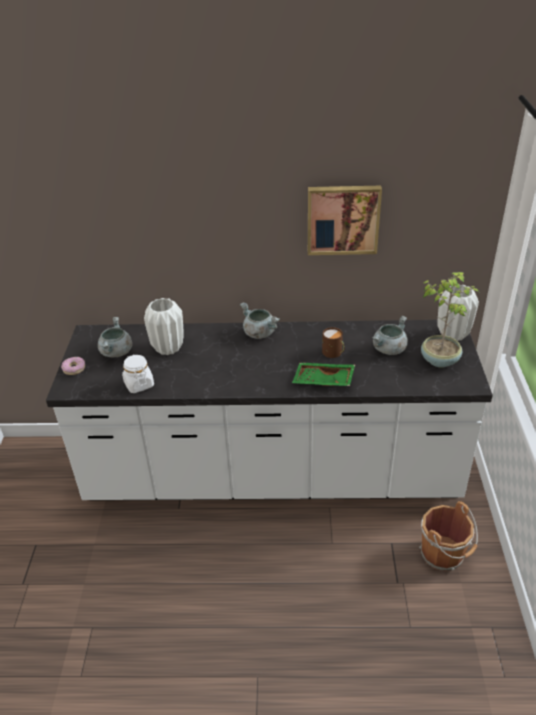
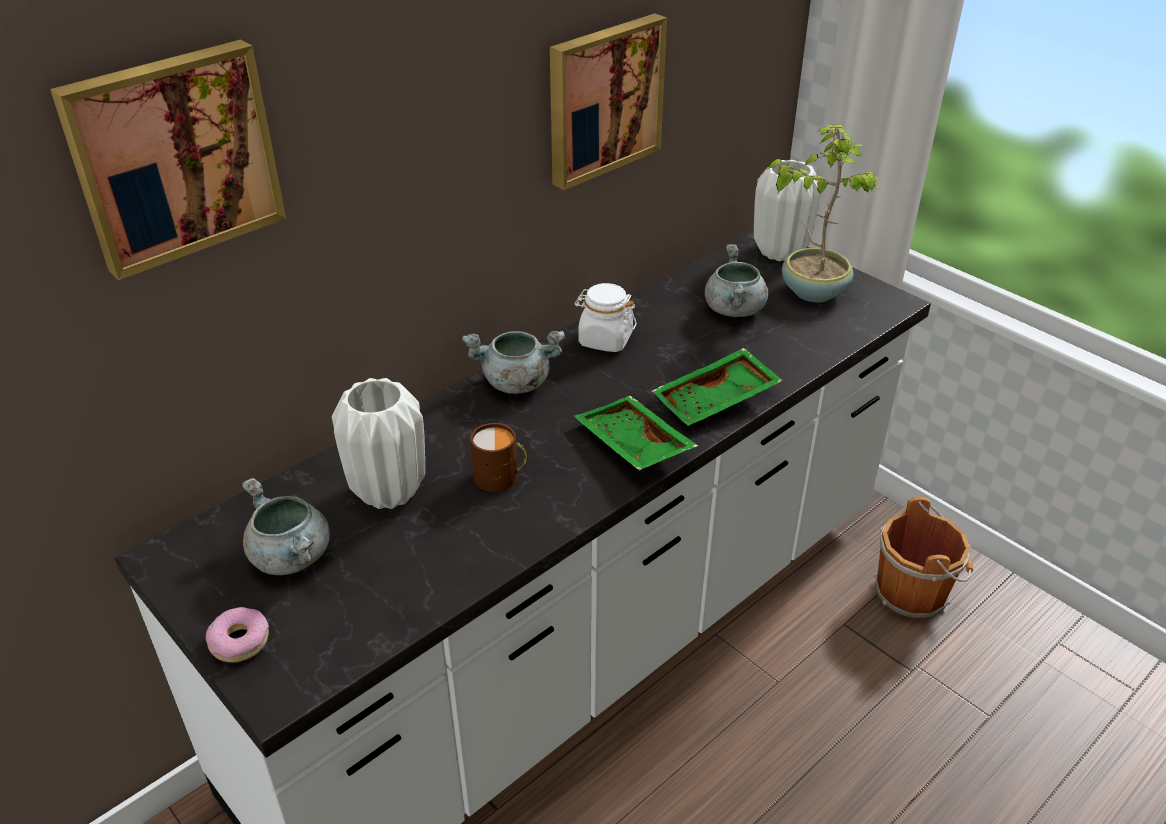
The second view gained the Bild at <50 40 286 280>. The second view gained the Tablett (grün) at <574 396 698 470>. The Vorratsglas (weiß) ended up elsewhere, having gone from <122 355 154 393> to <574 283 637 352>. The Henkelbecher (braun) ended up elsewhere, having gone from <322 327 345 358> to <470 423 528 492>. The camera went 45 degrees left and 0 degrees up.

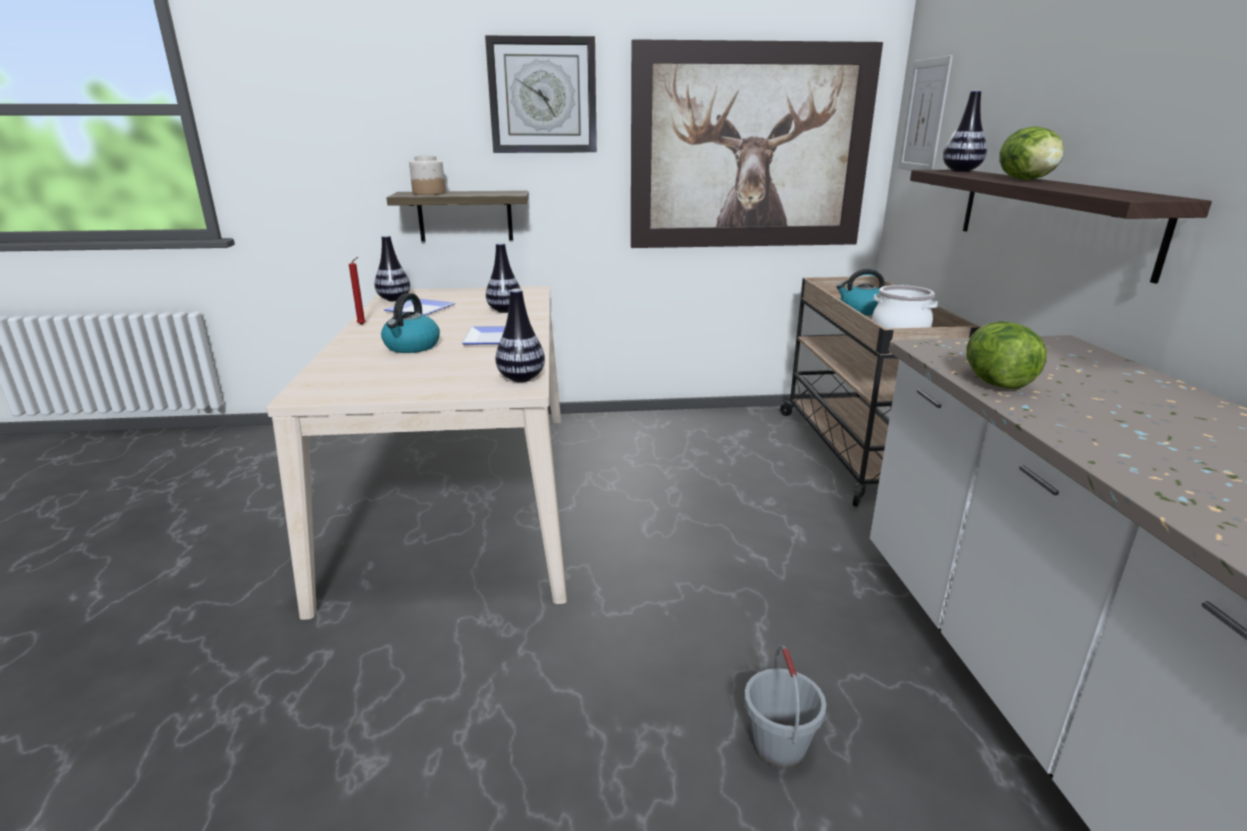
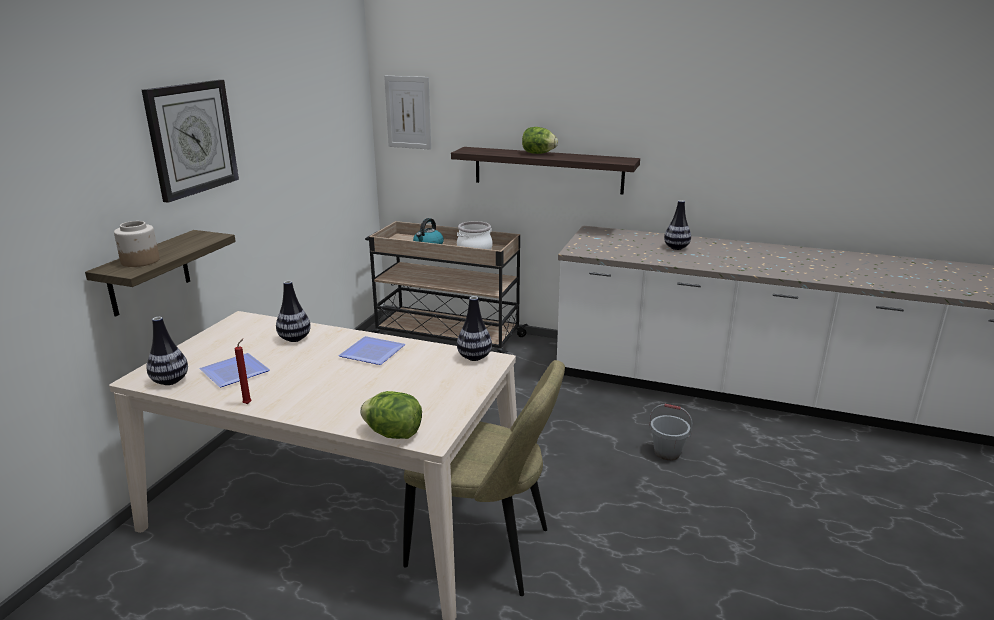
The second view lost the Wasserkessel at <381 293 440 353>. The second view lost the Bild at <631 39 883 248>. The second view gained the Stuhl (beige) at <403 360 565 596>. The Vase ended up elsewhere, having gone from <943 91 987 172> to <664 200 691 250>. The Salatkopf ended up elsewhere, having gone from <966 321 1047 389> to <360 391 422 439>. The camera went 65 degrees left and 0 degrees up.

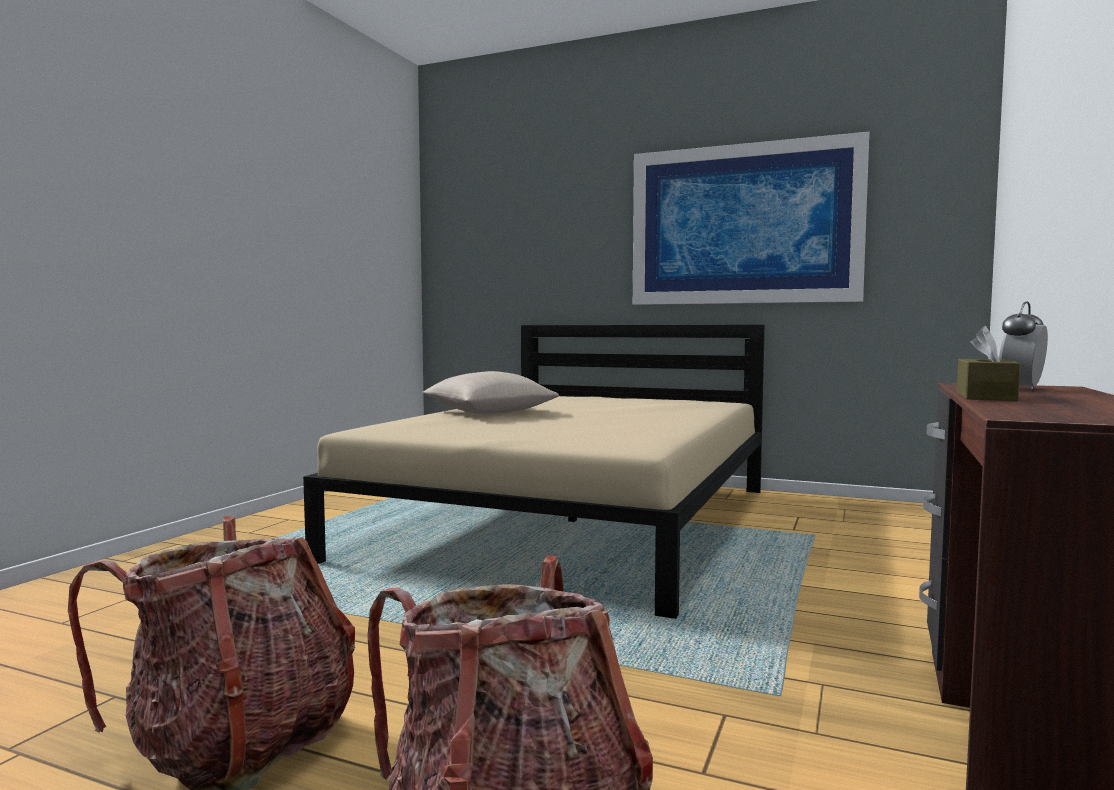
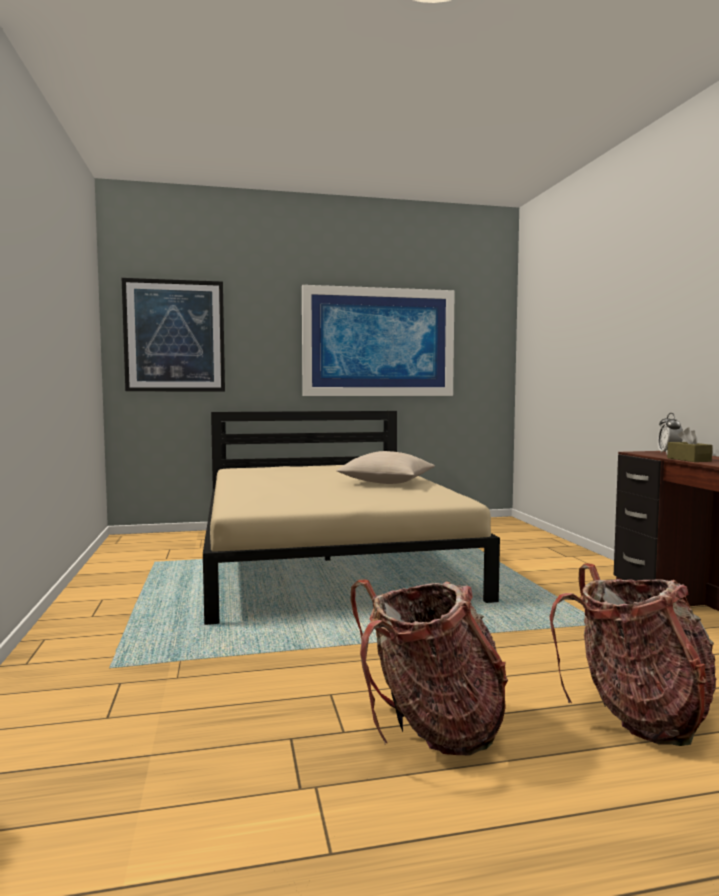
The second view gained the Bild at <122 278 225 391>. The Kissen (beige) ended up elsewhere, having gone from <423 371 559 414> to <336 451 435 484>. The camera went 35 degrees left and 0 degrees up.

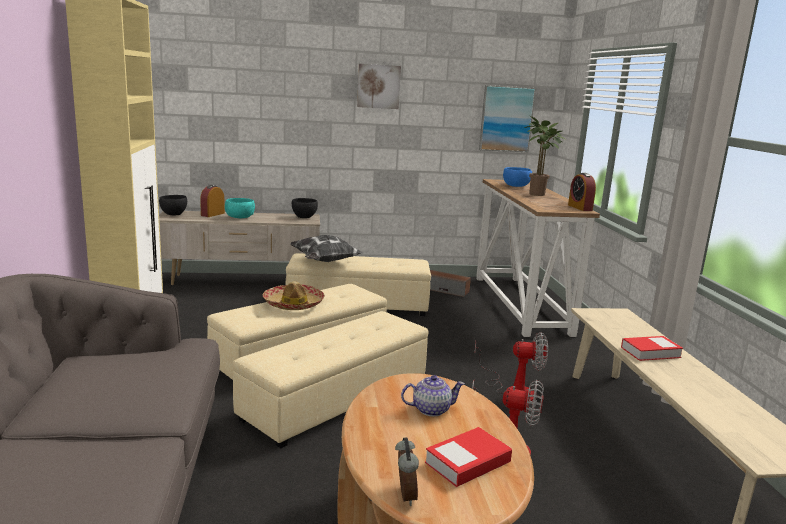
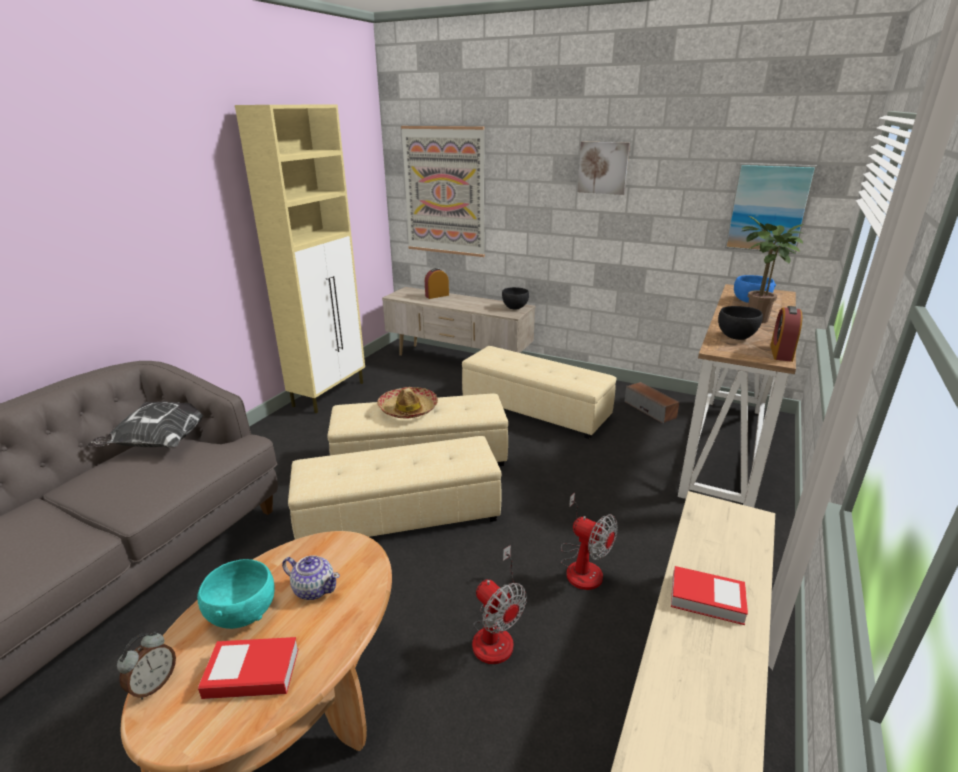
The second view gained the Bild at <401 126 485 257>. The Schüssel (schwarz) ended up elsewhere, having gone from <159 195 187 215> to <718 306 763 340>. The Schüssel (türkis) ended up elsewhere, having gone from <225 198 255 218> to <197 559 275 629>. The Kissen ended up elsewhere, having gone from <290 235 362 262> to <87 401 204 448>. The camera went 35 degrees right and 10 degrees up.

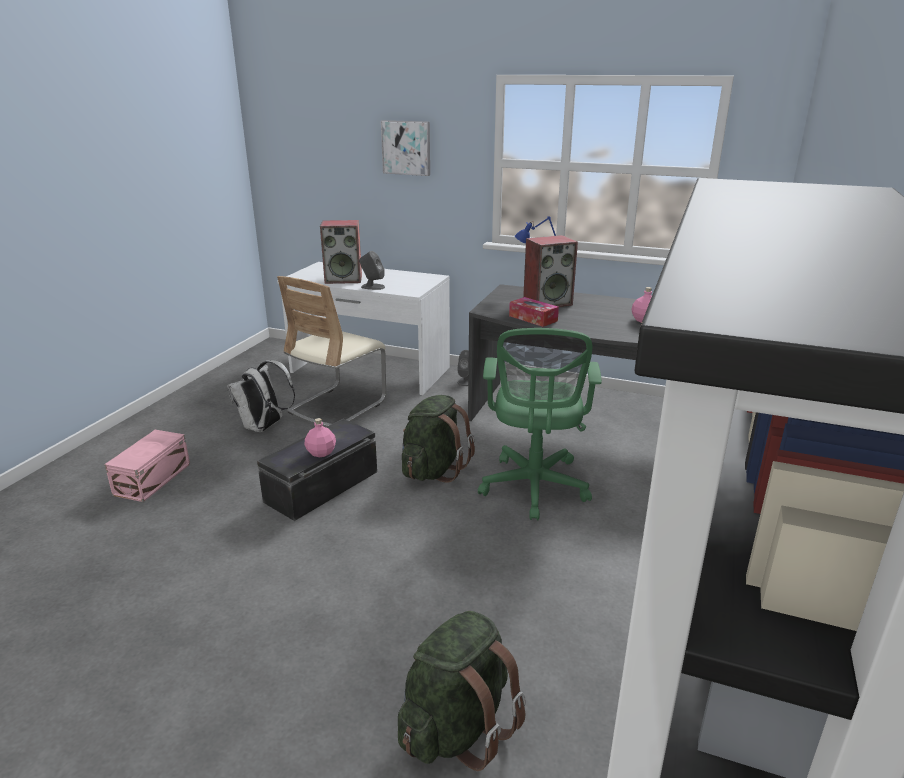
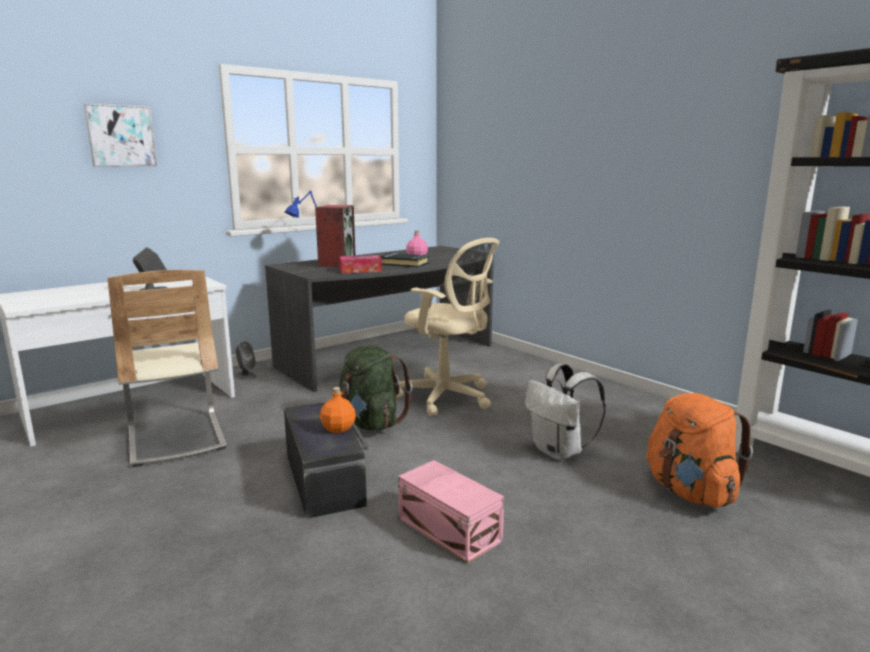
The second view lost the Lautsprecher at <320 220 362 284>. The second view gained the Buch (schwarz) at <380 253 429 268>. The Aufbewahrungsbox (rosa) ended up elsewhere, having gone from <104 430 190 502> to <398 460 504 564>. The Rucksack (weiß) ended up elsewhere, having gone from <227 360 295 432> to <525 363 606 460>. What was the Flasche (rosa) at <305 418 336 457> turned into the Flasche (orange) at <320 387 356 433>. What was the Rucksack (grün) at <398 611 526 771> turned into the Rucksack (orange) at <647 393 753 508>. What was the Bürostuhl (grün) at <478 328 602 520> turned into the Bürostuhl (beige) at <396 238 499 416>. The camera went 60 degrees left and 10 degrees down.

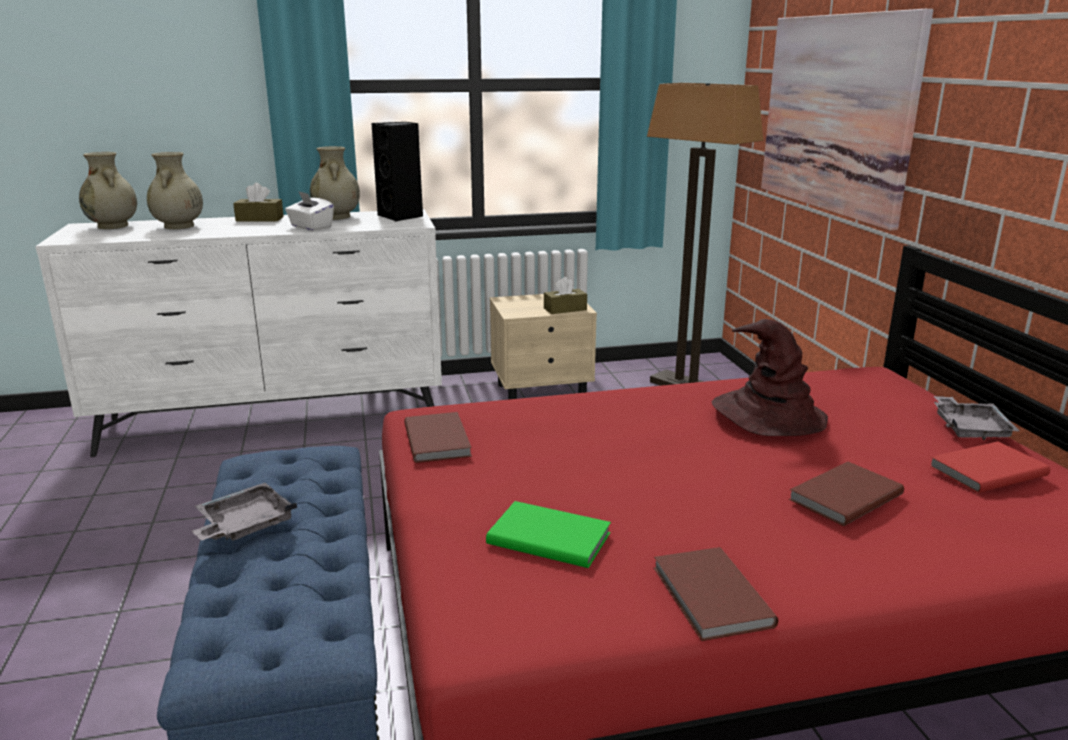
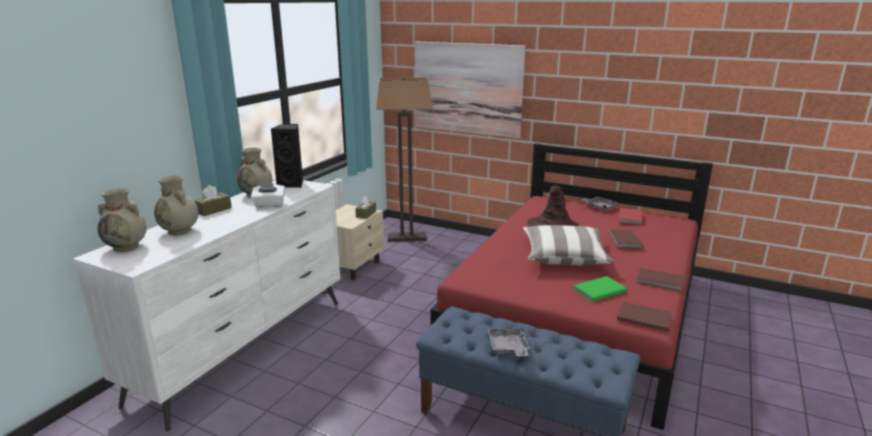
The second view gained the Kissen at <523 225 615 266>. The Buch (braun) ended up elsewhere, having gone from <404 412 472 463> to <617 302 672 332>. The camera went 50 degrees left and 0 degrees up.

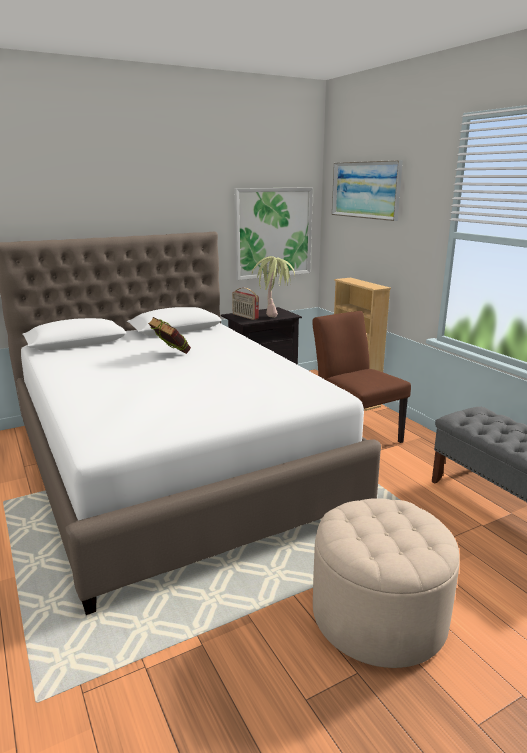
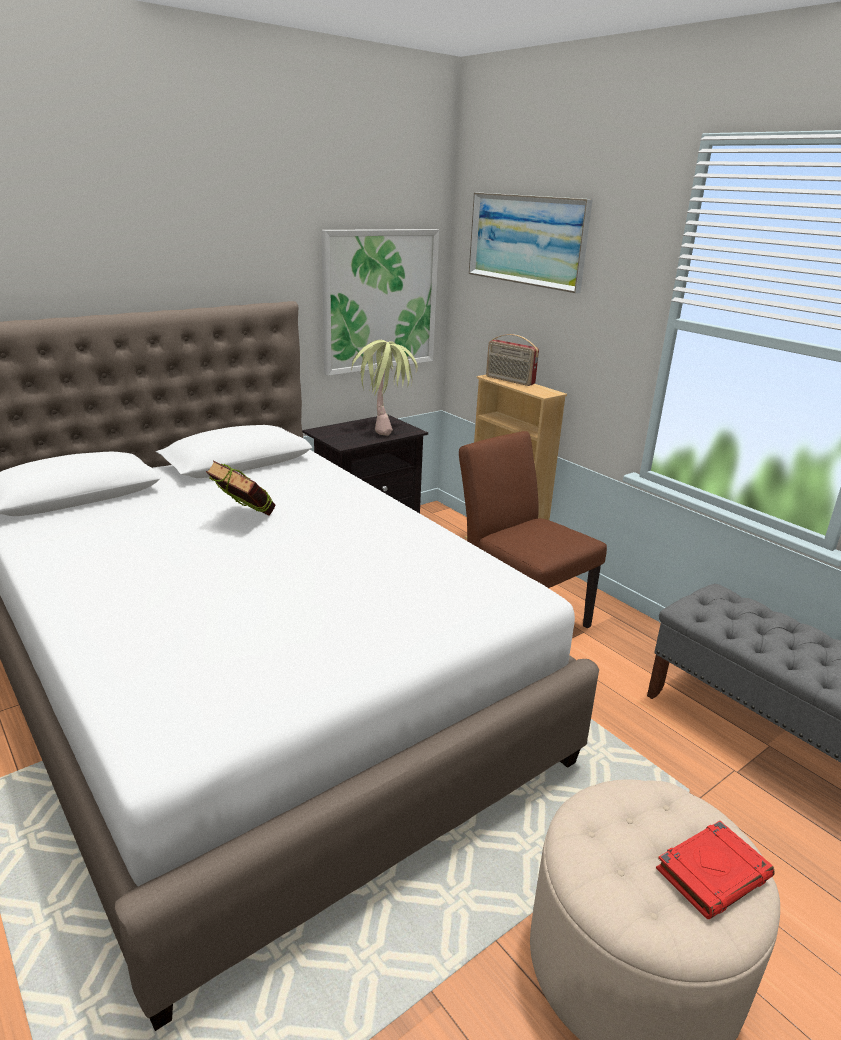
The second view gained the Buch (rot) at <656 821 775 919>. The Radio ended up elsewhere, having gone from <232 288 259 320> to <486 334 539 386>. The camera went 10 degrees left and 5 degrees up.

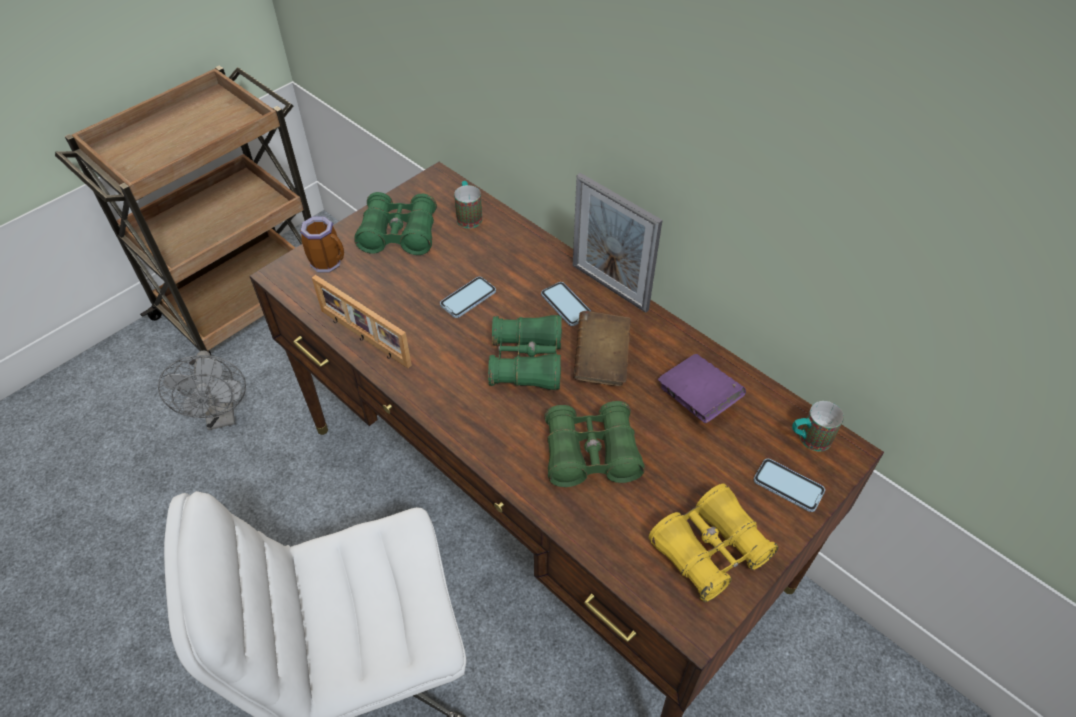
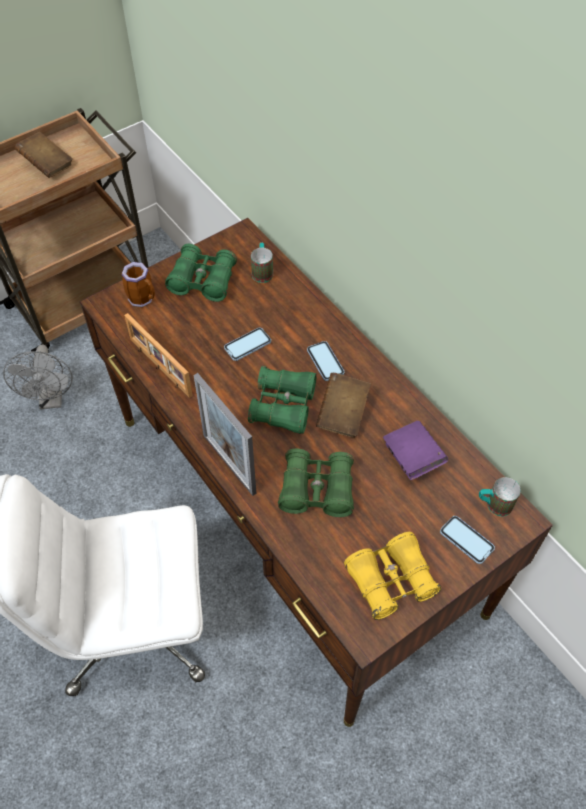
The second view gained the Buch (braun) at <15 132 73 178>. The Bilderrahmen ended up elsewhere, having gone from <573 173 662 313> to <194 373 257 496>. The camera went 10 degrees right and 5 degrees up.

